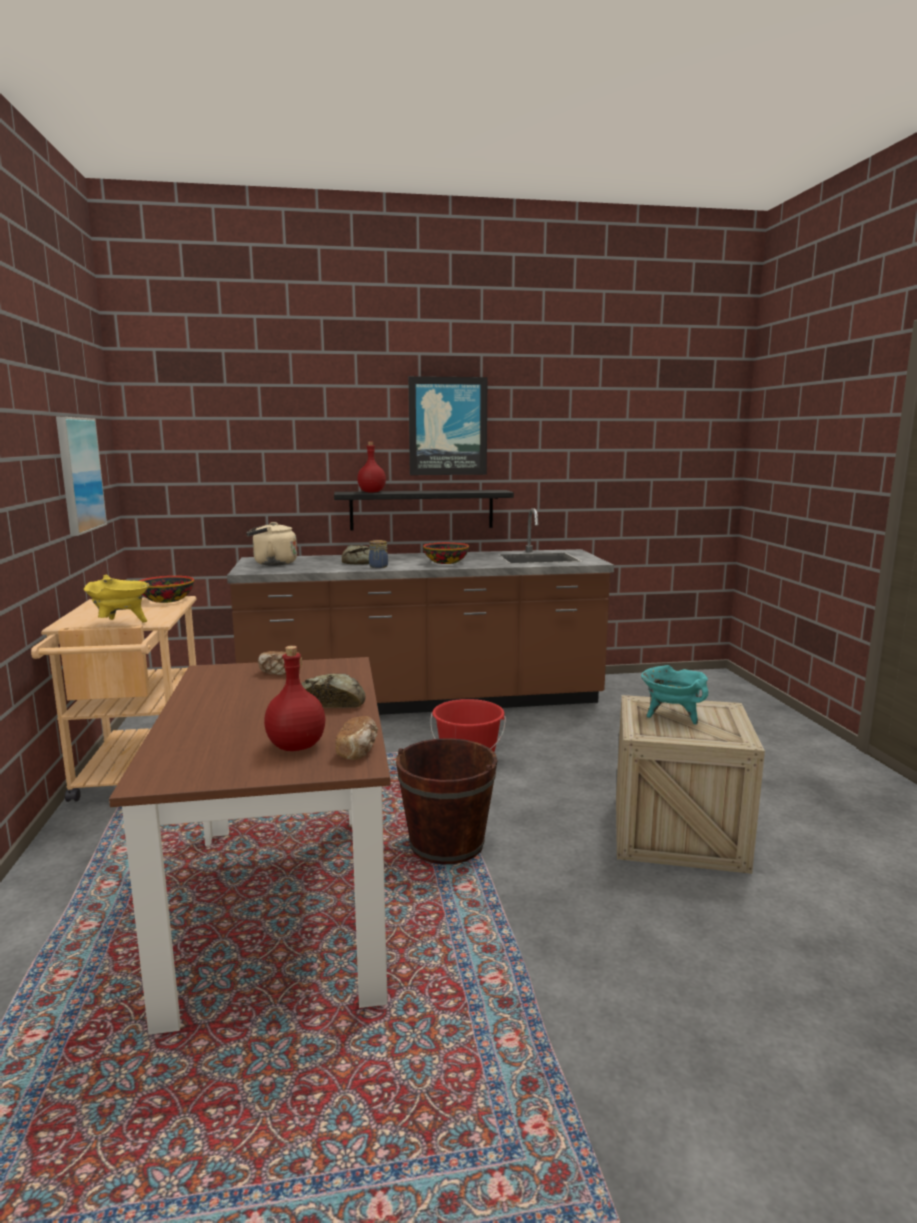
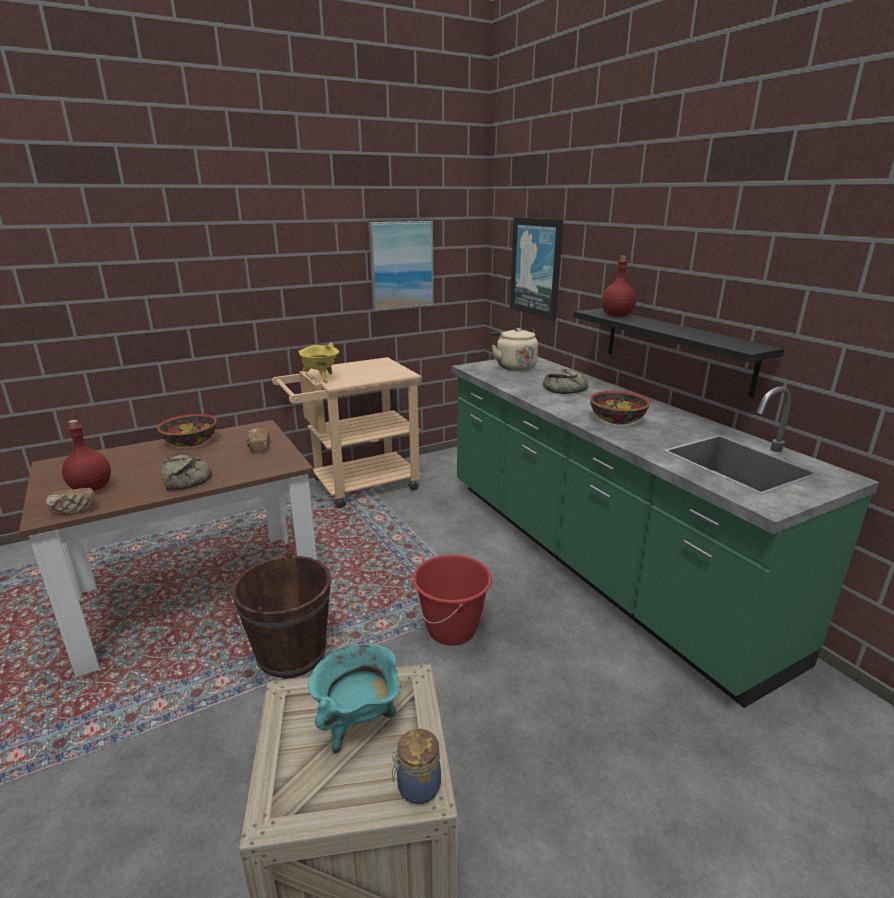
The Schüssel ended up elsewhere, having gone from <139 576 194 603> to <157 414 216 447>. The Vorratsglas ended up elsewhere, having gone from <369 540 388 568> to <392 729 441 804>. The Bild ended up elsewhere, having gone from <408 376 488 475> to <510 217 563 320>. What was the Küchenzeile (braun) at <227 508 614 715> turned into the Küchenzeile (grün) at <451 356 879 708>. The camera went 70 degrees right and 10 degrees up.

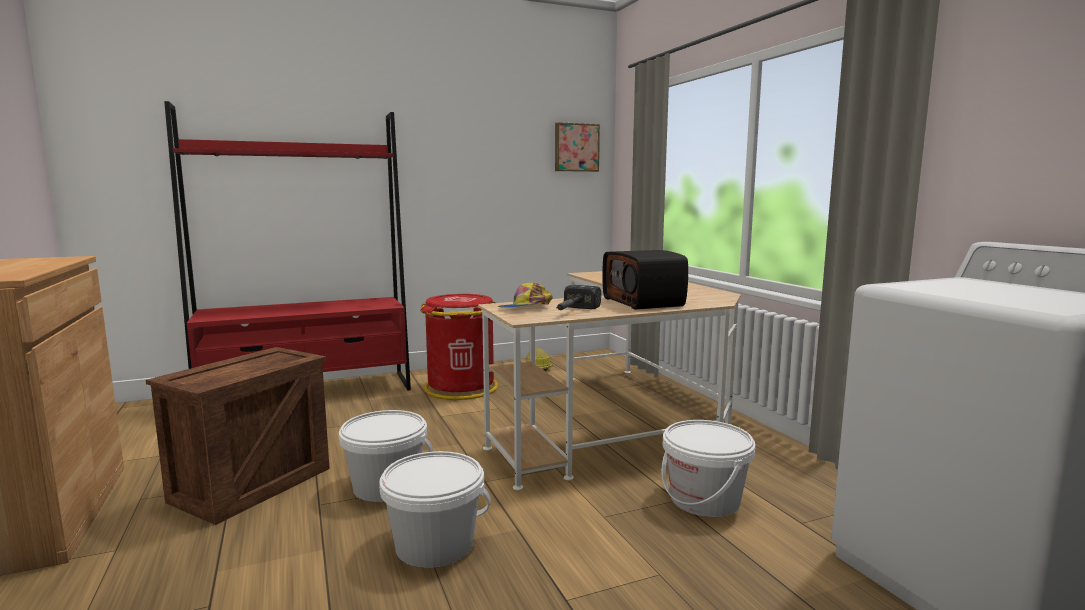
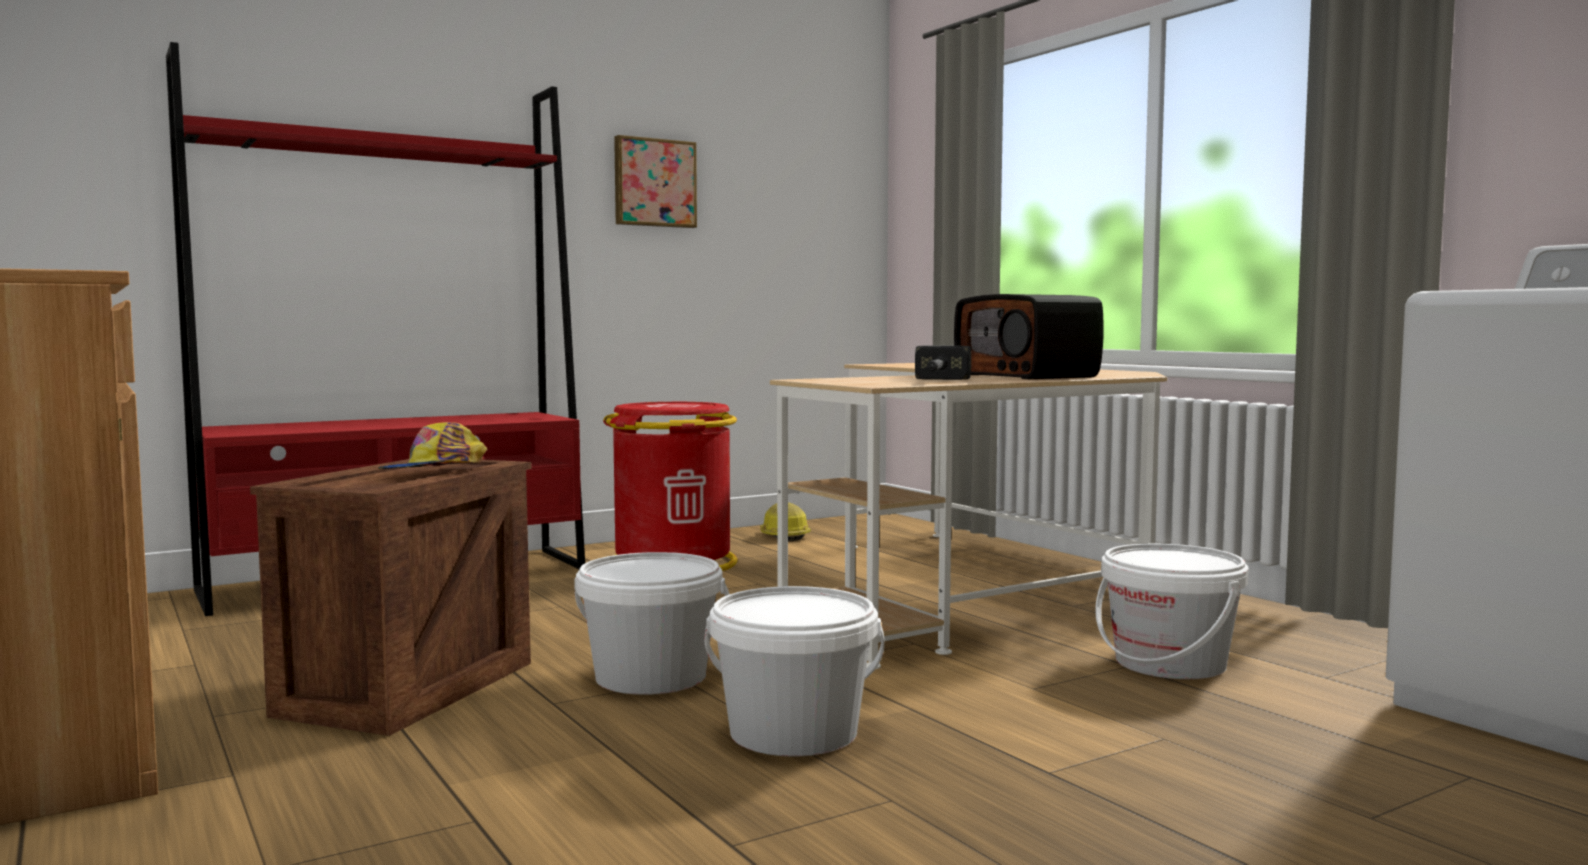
The Kappe ended up elsewhere, having gone from <498 283 553 308> to <378 422 488 469>. The Bild ended up elsewhere, having gone from <555 122 600 172> to <614 135 697 228>. The camera went 10 degrees left and 5 degrees down.

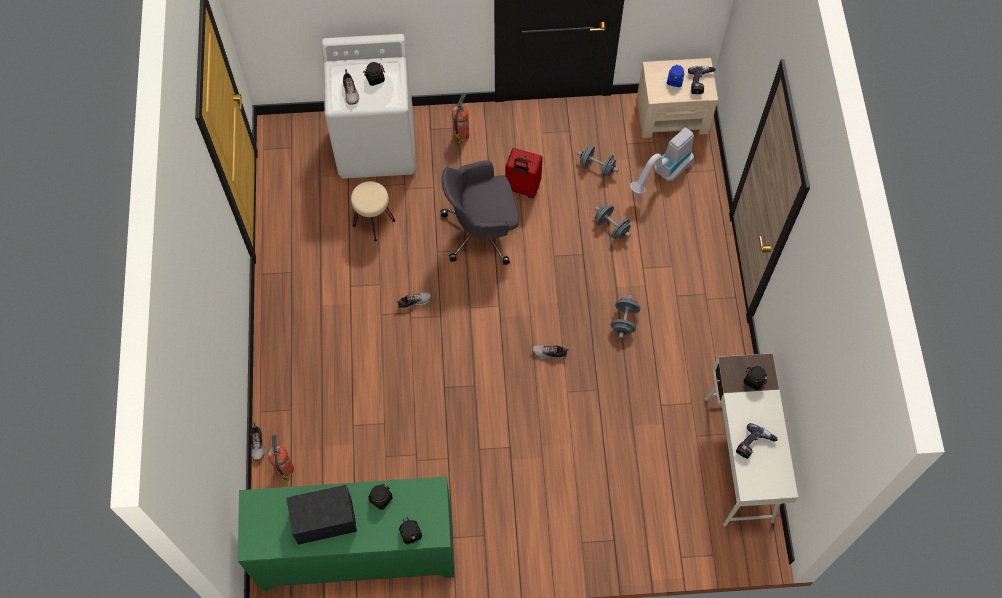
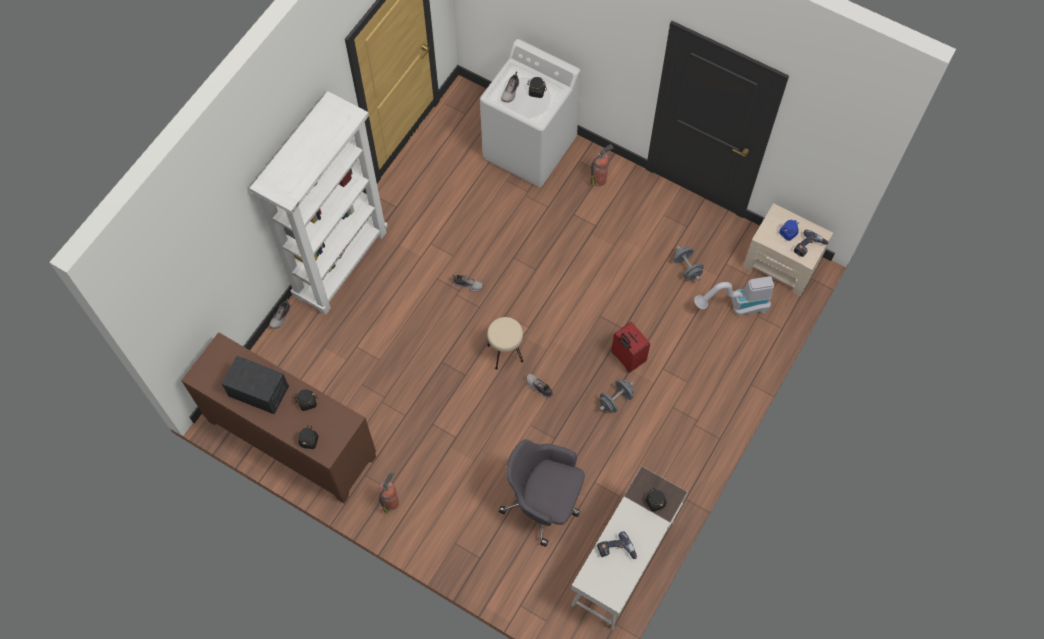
The second view lost the Hantel (grau) at <595 205 631 239>. The second view gained the Bücherregal (weiß) at <250 91 388 315>. The Feuerlöscher ended up elsewhere, having gone from <268 434 294 481> to <378 473 399 513>. The Hocker (beige) ended up elsewhere, having gone from <351 181 395 241> to <487 317 523 370>. The Bürostuhl (grau) ended up elsewhere, having gone from <440 160 519 265> to <499 439 584 547>. The Koffer (rot) ended up elsewhere, having gone from <505 148 543 198> to <611 322 650 372>. What was the Schrank (grün) at <238 476 454 590> turned into the Schrank (braun) at <181 332 376 503>. The camera went 35 degrees right and 0 degrees up.

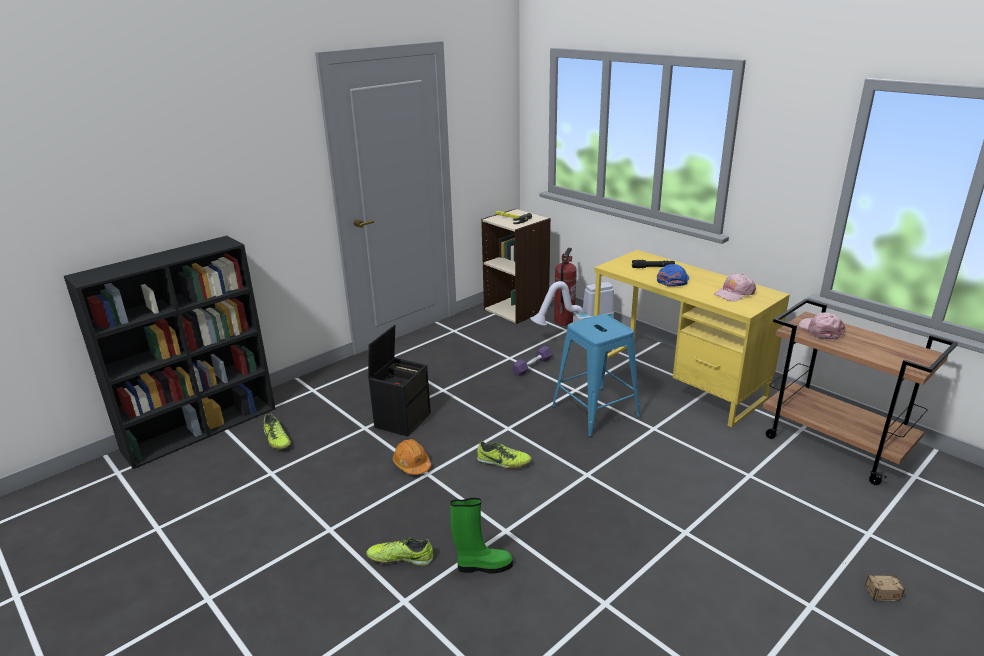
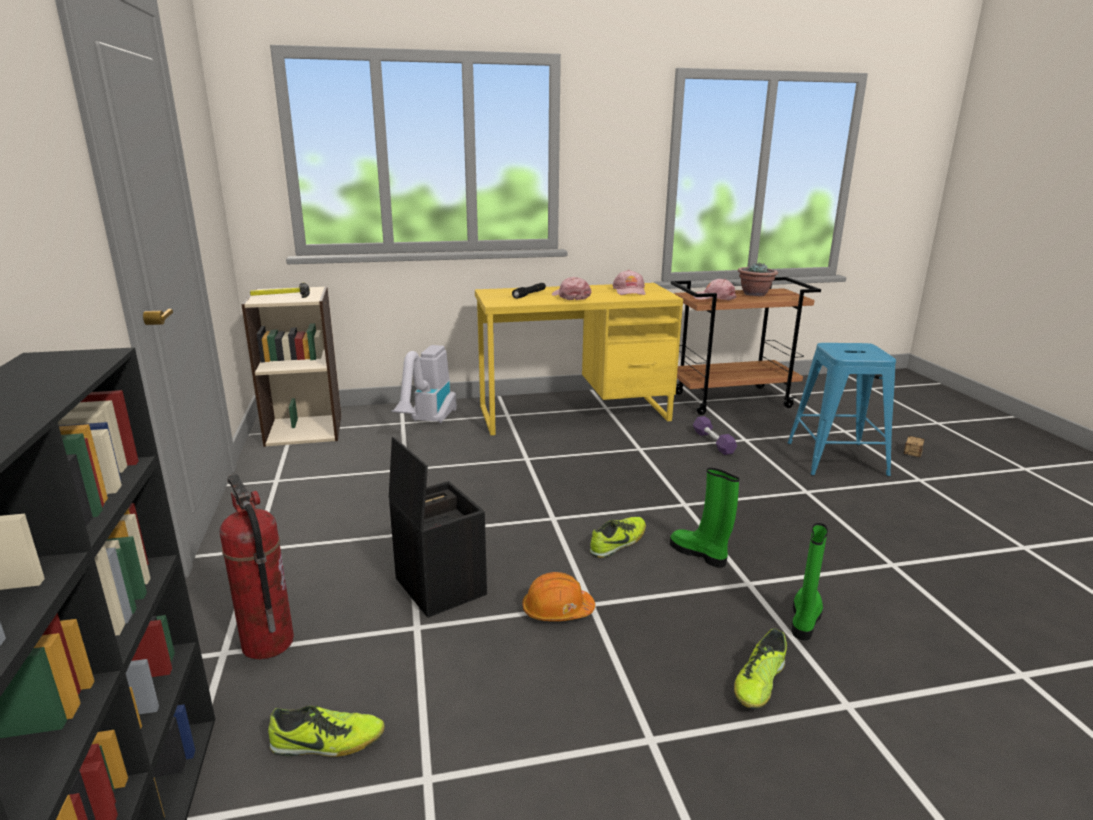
The second view gained the Stiefel (grün) at <670 468 739 568>. The second view gained the Topfpflanze at <738 262 778 296>. The Hantel (lila) ended up elsewhere, having gone from <512 346 552 376> to <693 416 737 455>. The Hocker (blau) ended up elsewhere, having gone from <552 314 641 437> to <787 343 896 477>. The Feuerlöscher ended up elsewhere, having gone from <554 248 577 326> to <219 474 294 659>. What was the Kappe (blau) at <657 264 690 287> turned into the Kappe (rosa) at <552 277 592 300>. The camera went 60 degrees left and 5 degrees down.

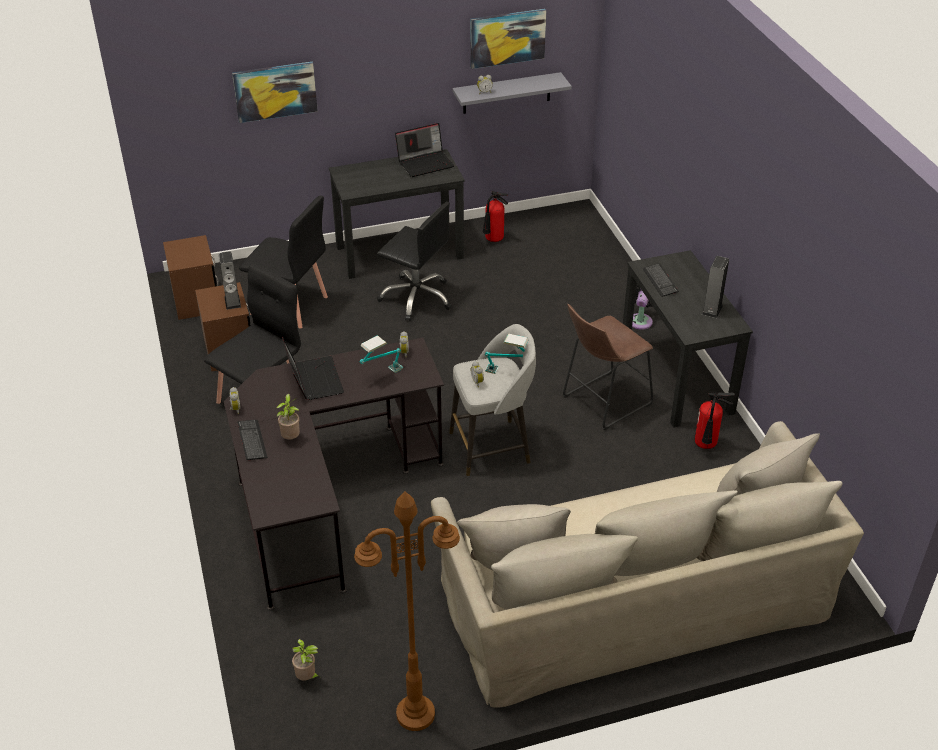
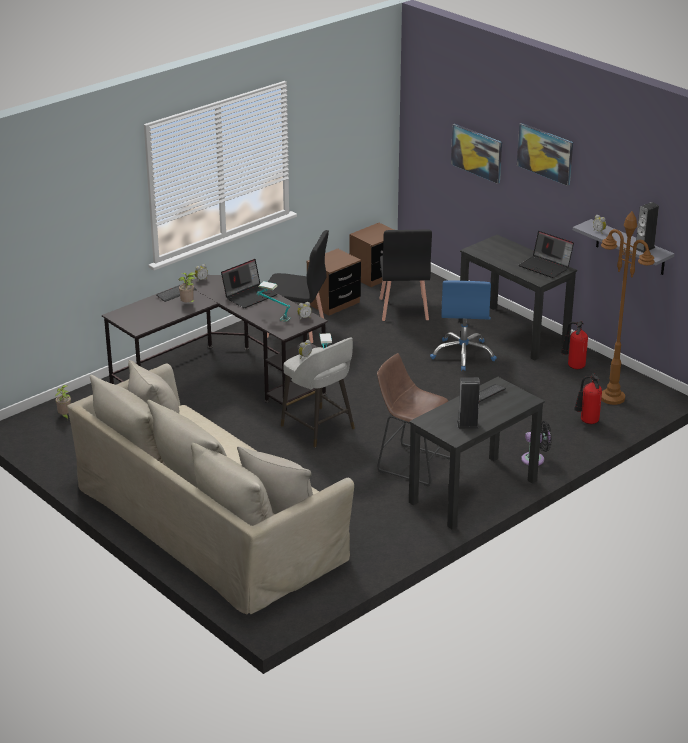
The Lautsprecher ended up elsewhere, having gone from <219 251 241 310> to <636 202 659 253>. The Stehlampe (braun) ended up elsewhere, having gone from <354 492 460 731> to <601 211 655 405>. The Bild ended up elsewhere, having gone from <471 9 547 69> to <517 123 573 186>. The Feuerlöscher ended up elsewhere, having gone from <695 392 735 449> to <574 373 602 424>. What was the Bürostuhl (schwarz) at <377 202 452 321> turned into the Bürostuhl (blau) at <430 280 497 371>. The camera went 65 degrees right and 10 degrees down.

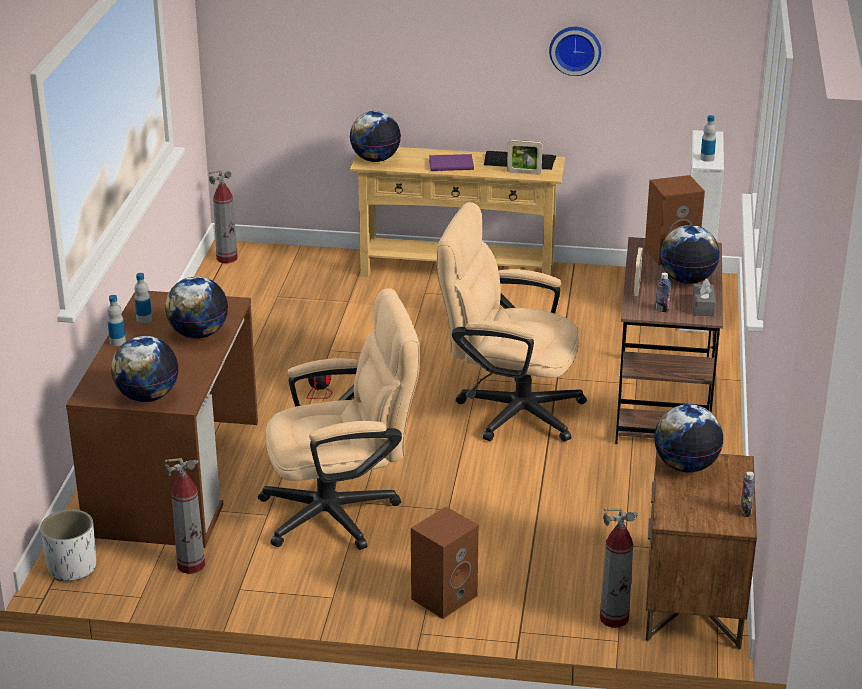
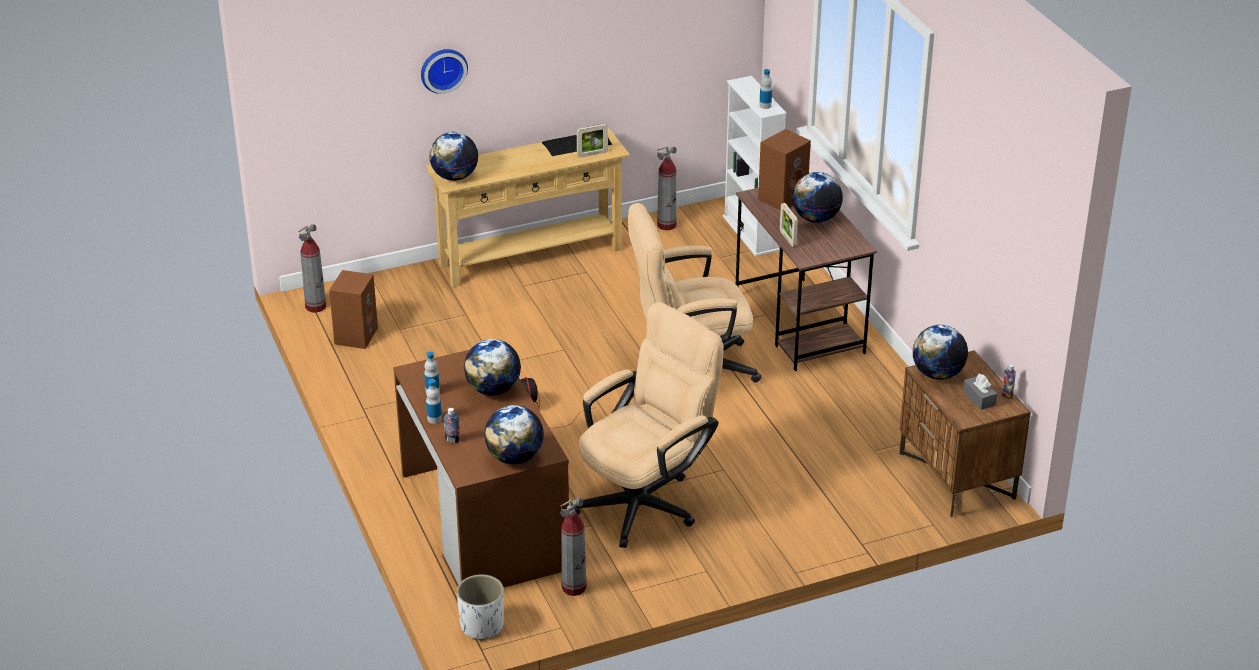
The second view lost the Buch (lila) at <429 154 474 171>. The Lautsprecher (braun) ended up elsewhere, having gone from <411 507 479 619> to <329 270 378 349>. The Wanduhr ended up elsewhere, having gone from <549 27 601 76> to <421 49 468 94>. The Feuerlöscher ended up elsewhere, having gone from <600 508 638 628> to <657 146 677 230>. The Flasche ended up elsewhere, having gone from <655 273 671 313> to <444 408 460 443>. The Taschentuchbox (grau) ended up elsewhere, having gone from <693 279 715 316> to <963 374 997 410>. The camera went 30 degrees left and 5 degrees up.

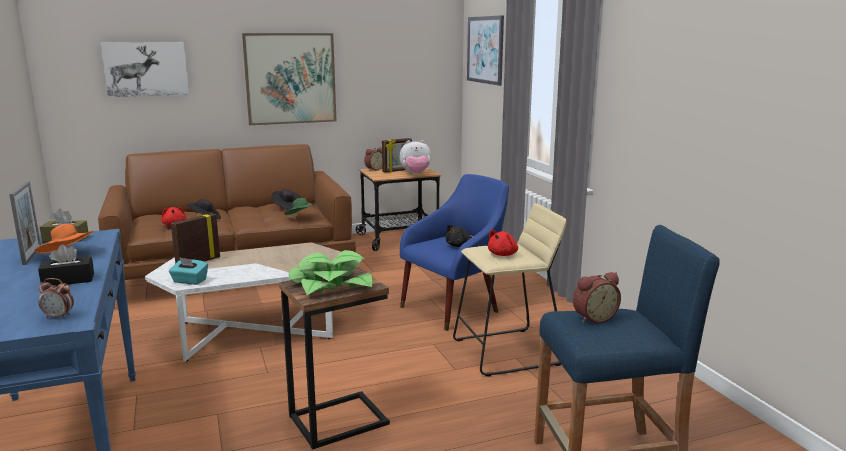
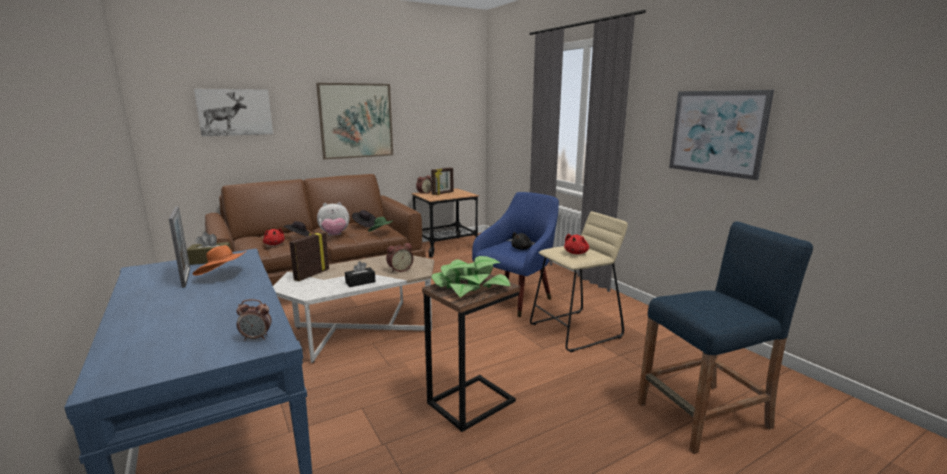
The second view lost the Taschentuchbox (türkis) at <169 257 208 285>. The Taschentuchbox (schwarz) ended up elsewhere, having gone from <38 245 94 286> to <345 261 376 287>. The Plüschtier ended up elsewhere, having gone from <400 140 431 174> to <317 202 349 236>. The Bild ended up elsewhere, having gone from <467 15 504 86> to <669 90 774 180>. The Wecker ended up elsewhere, having gone from <573 272 621 323> to <386 243 413 272>. The camera went 10 degrees left and 0 degrees up.

